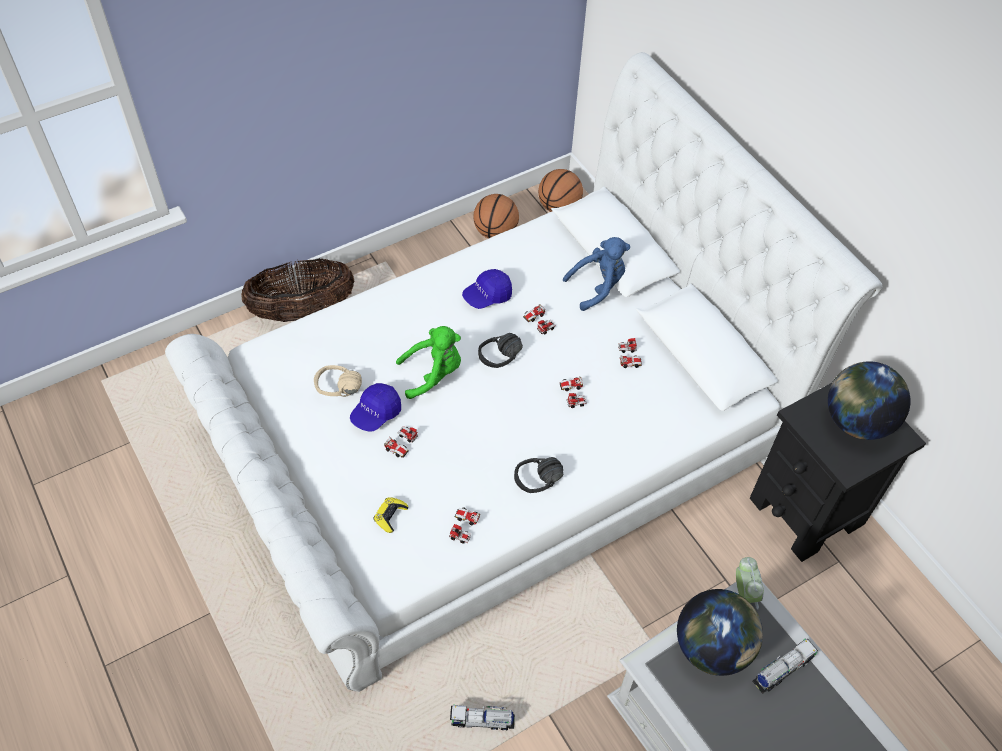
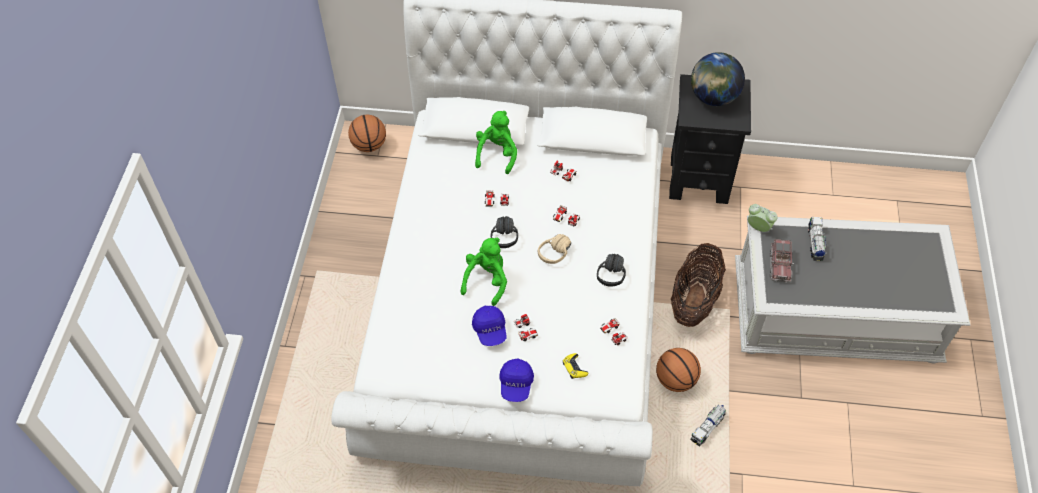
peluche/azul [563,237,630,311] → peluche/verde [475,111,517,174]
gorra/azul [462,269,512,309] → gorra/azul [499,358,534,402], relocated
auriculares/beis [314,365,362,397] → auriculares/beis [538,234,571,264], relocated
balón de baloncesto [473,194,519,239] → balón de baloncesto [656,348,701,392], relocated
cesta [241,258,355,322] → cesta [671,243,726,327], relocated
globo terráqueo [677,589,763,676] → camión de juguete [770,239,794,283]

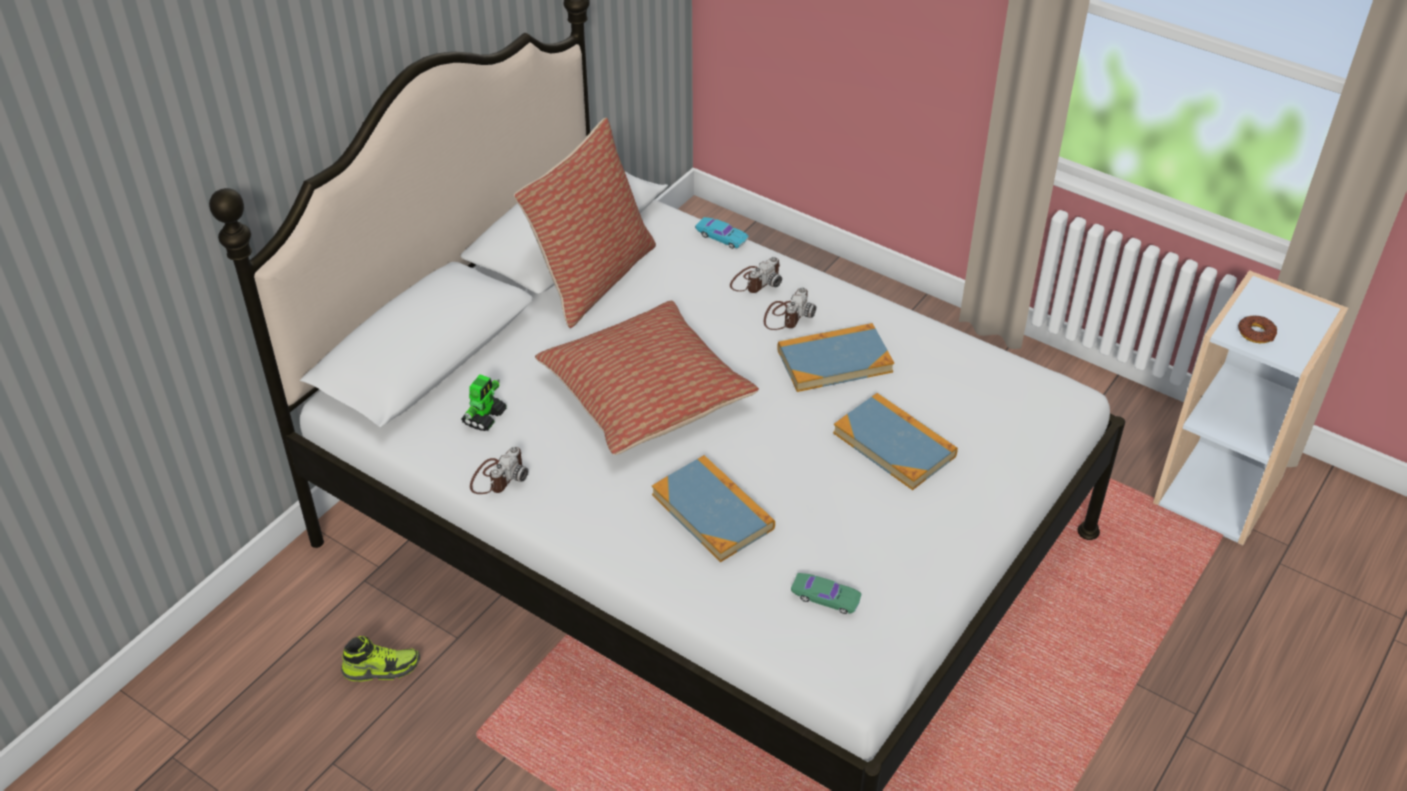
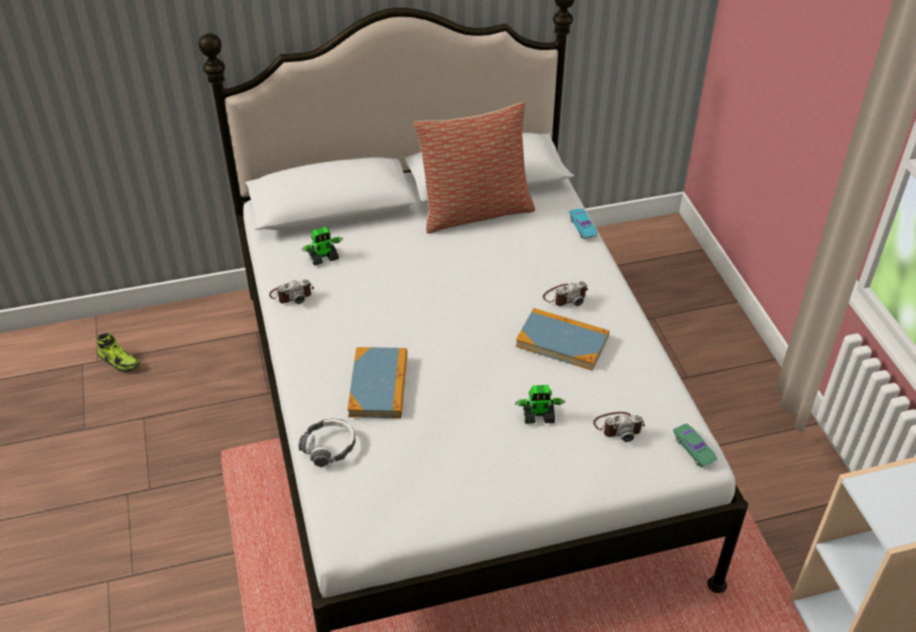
zapato [341,636,420,681] → zapato [97,333,140,373], relocated
- → auriculares [299,418,356,467]
libro [833,393,958,490] → robot de juguete [515,385,565,424]
cámara [730,257,782,293] → cámara [593,412,645,442], relocated
coche de juguete/verde [791,573,861,614] → coche de juguete/verde [673,424,717,467], relocated
cojín [535,301,759,455] → -
rosquilla [1238,315,1277,343] → -

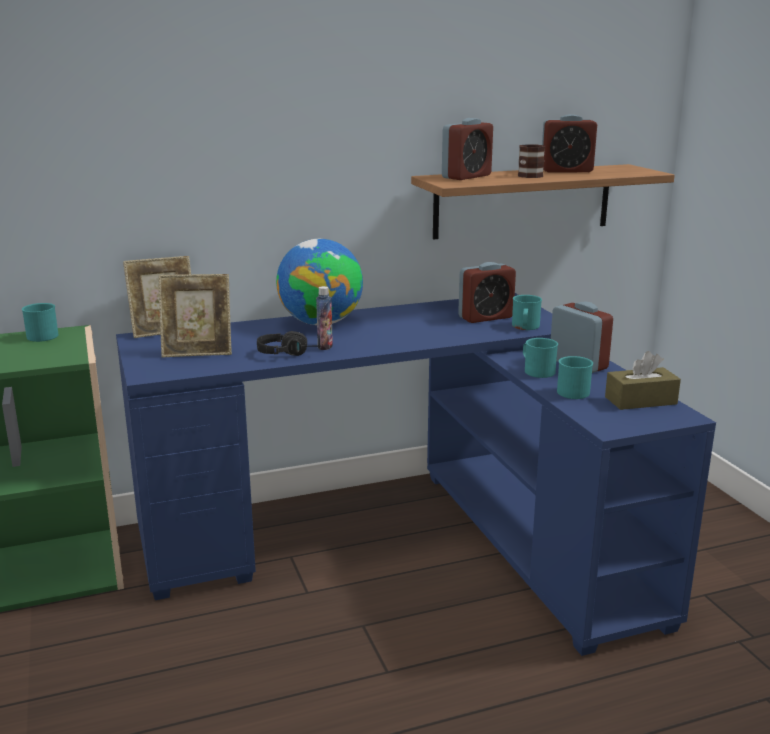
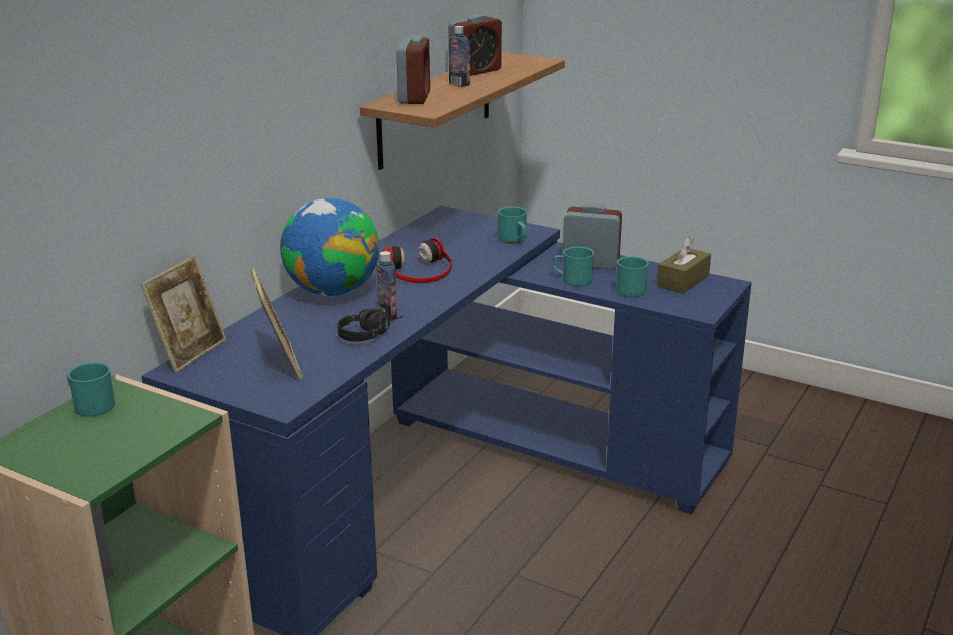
portarretratos [158,274,232,357] → portarretratos [251,267,303,380], 60 degrees counterclockwise
- → auriculares [383,238,452,283]
taza grande [518,144,545,178] → botella [448,26,470,86]
despertador [458,262,516,323] → -

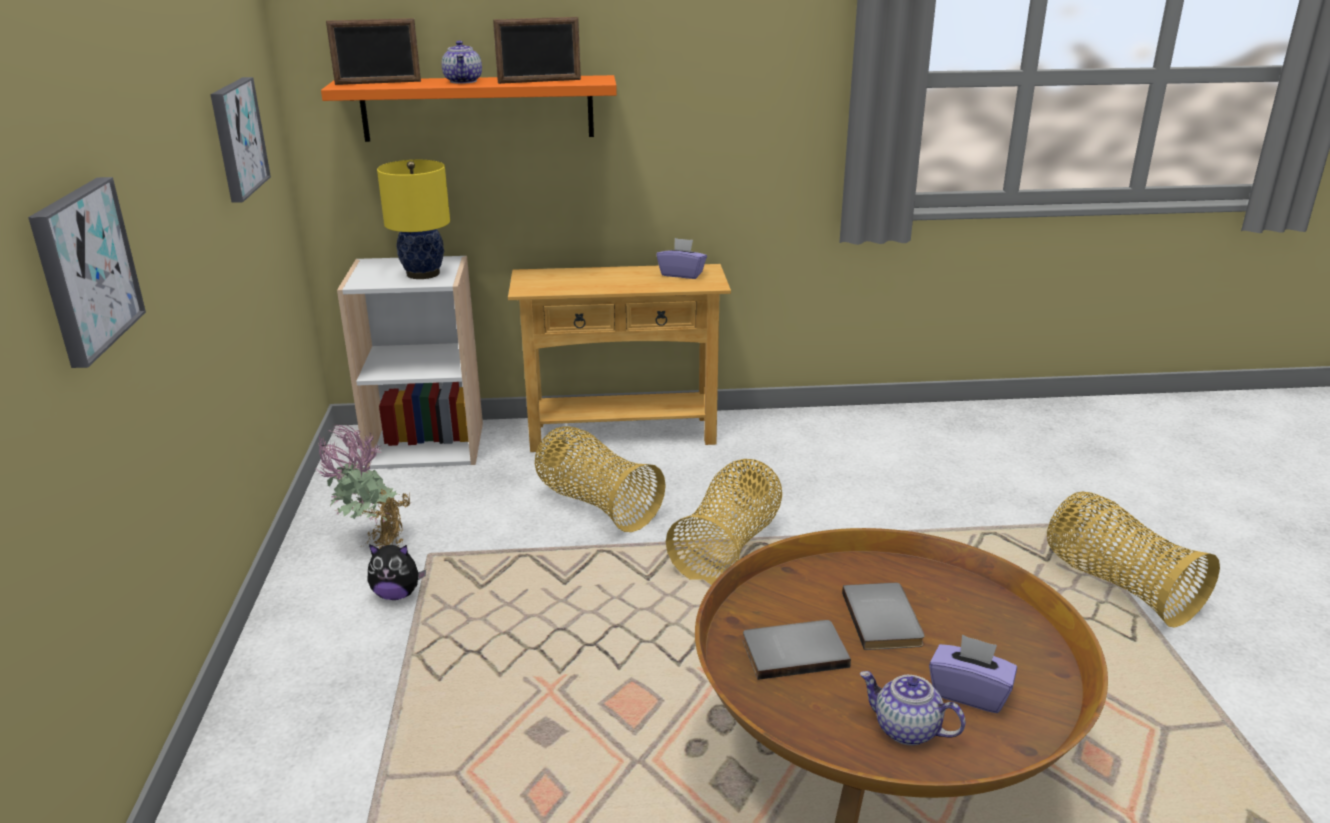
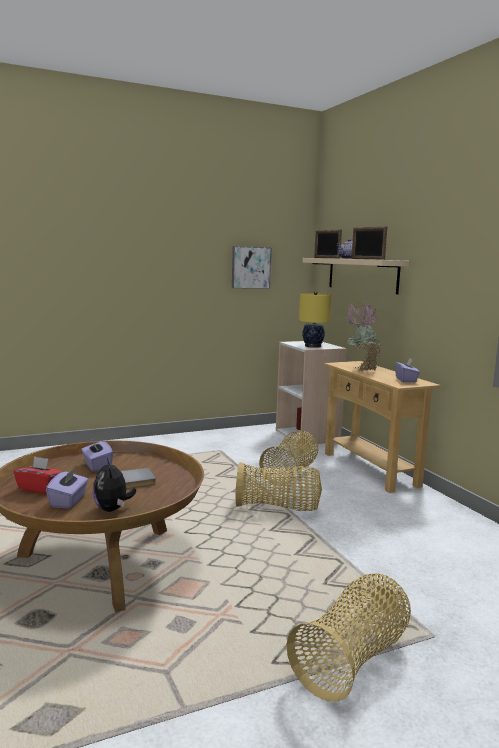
tetera [859,671,966,746] → caja de pañuelos/rojo [14,456,62,494]
libro/gris [743,620,851,680] → caja de pañuelos/morado [81,439,113,472]
peluche [368,544,426,600] → peluche [93,458,136,512], relocated
estante/naranja [321,75,617,142] → estante/beis [303,258,409,294]
planta en maceta [317,424,410,549] → planta en maceta [345,301,381,371], relocated
cuadro [28,177,146,368] → -

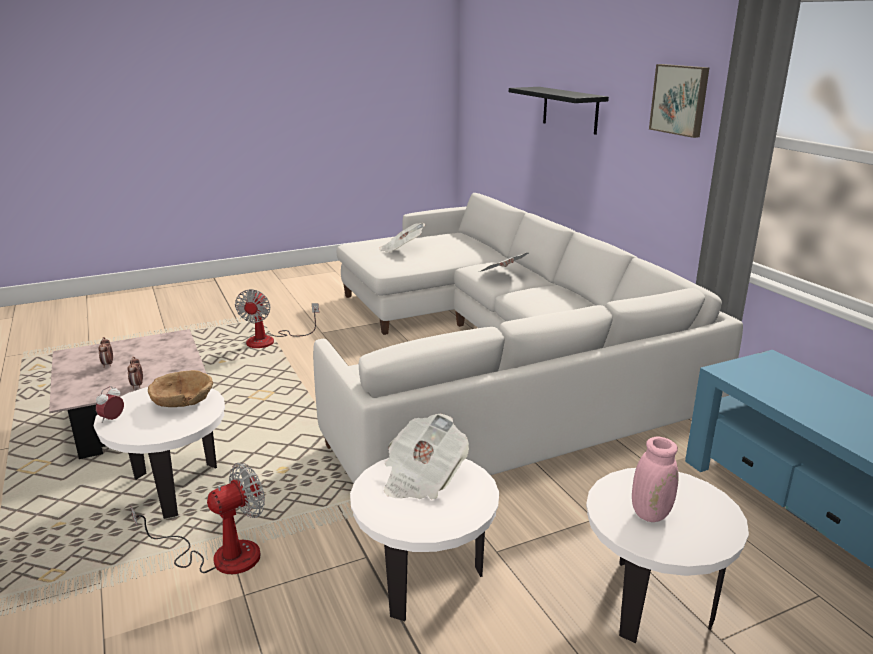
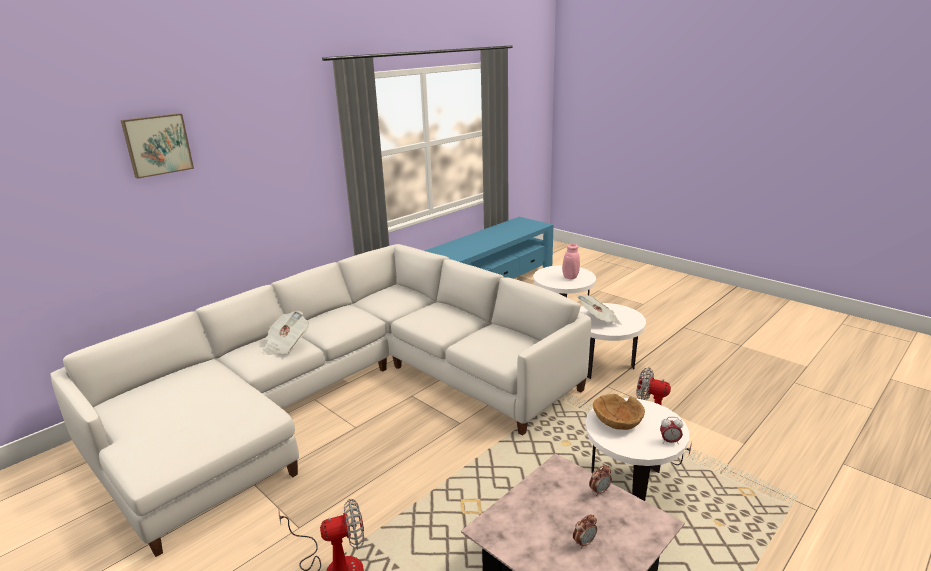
cuadro [649,64,709,138] → cuadro [121,113,194,179], relocated
periódico [379,223,425,253] → -
estante/negro [509,87,609,135] → -

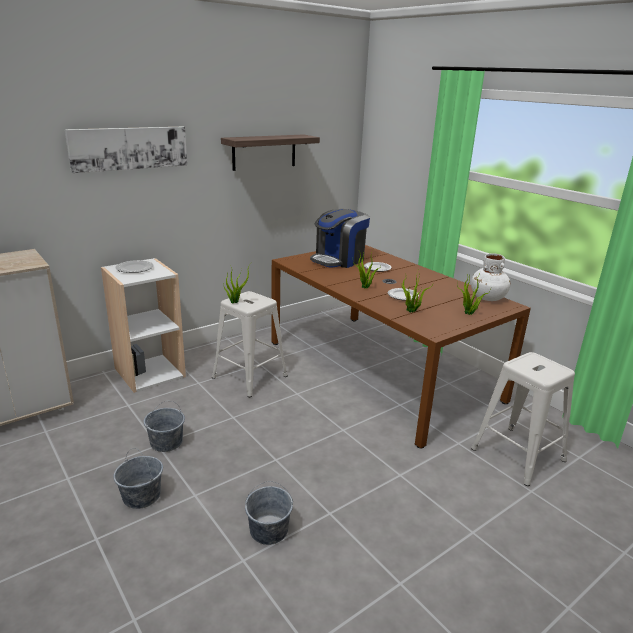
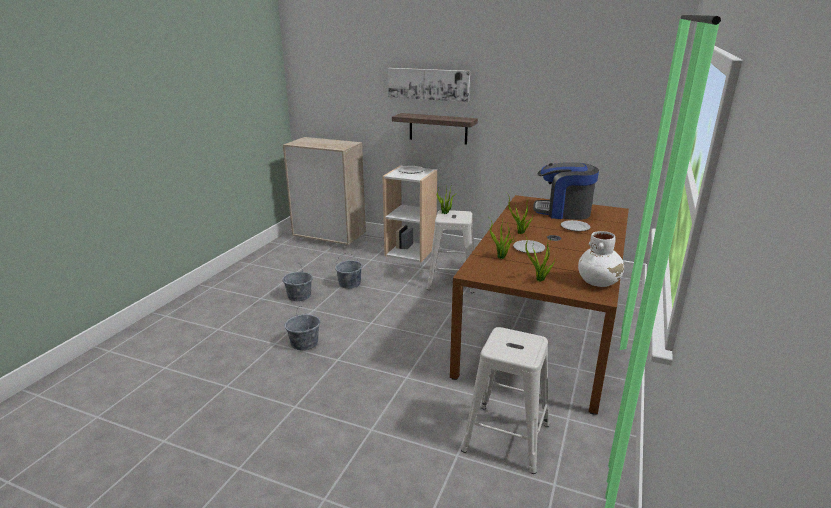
estante [221,134,320,171] → estante [392,113,478,145], relocated

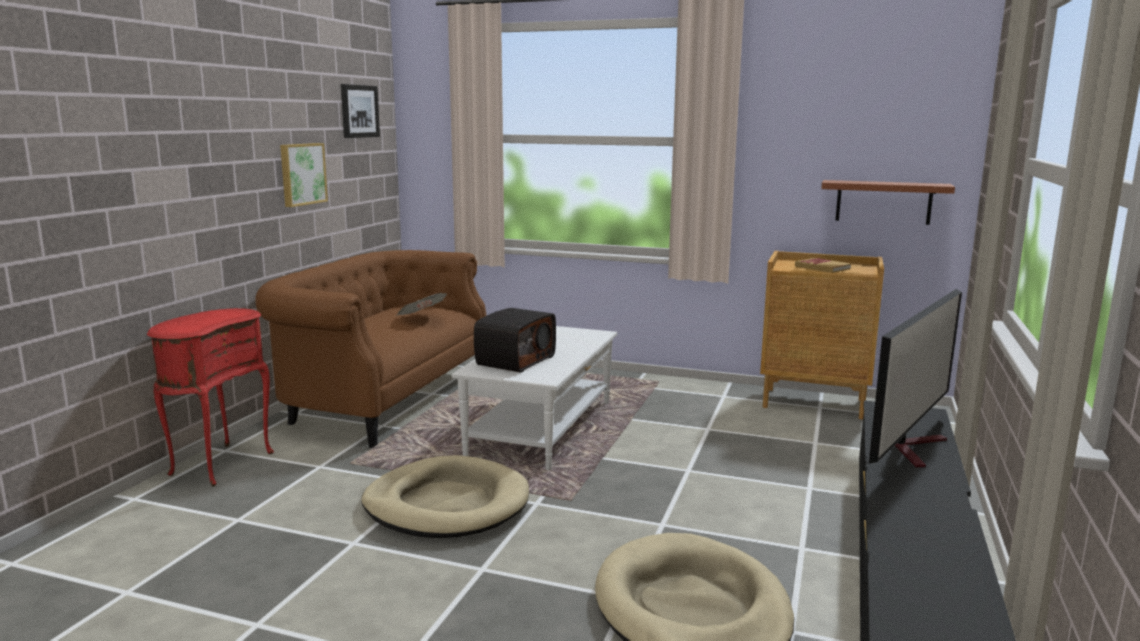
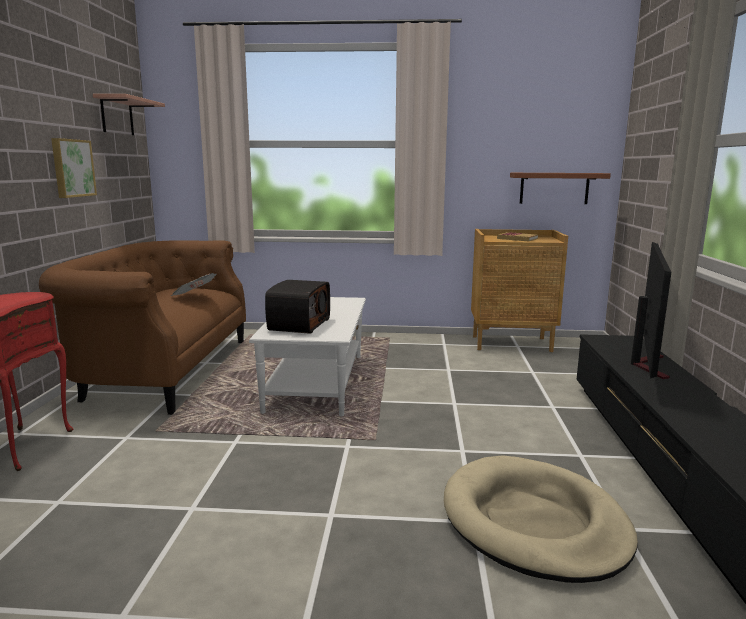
cuadro [341,84,380,138] → estante [93,94,165,135]
cama para perro/beis [361,455,529,538] → -

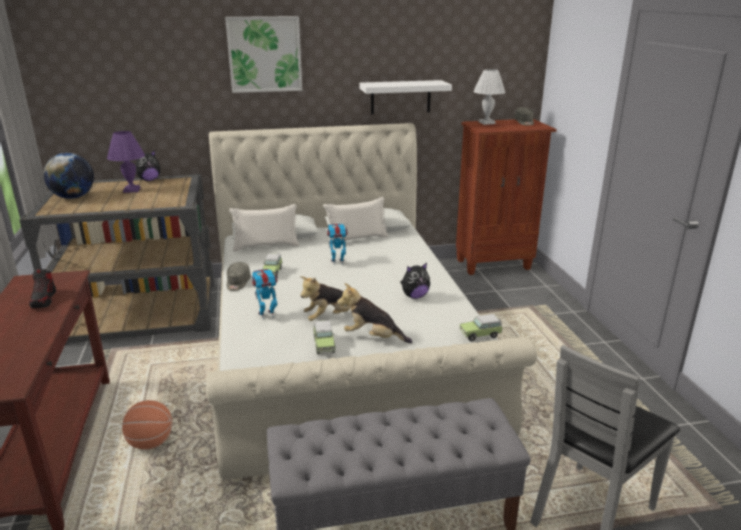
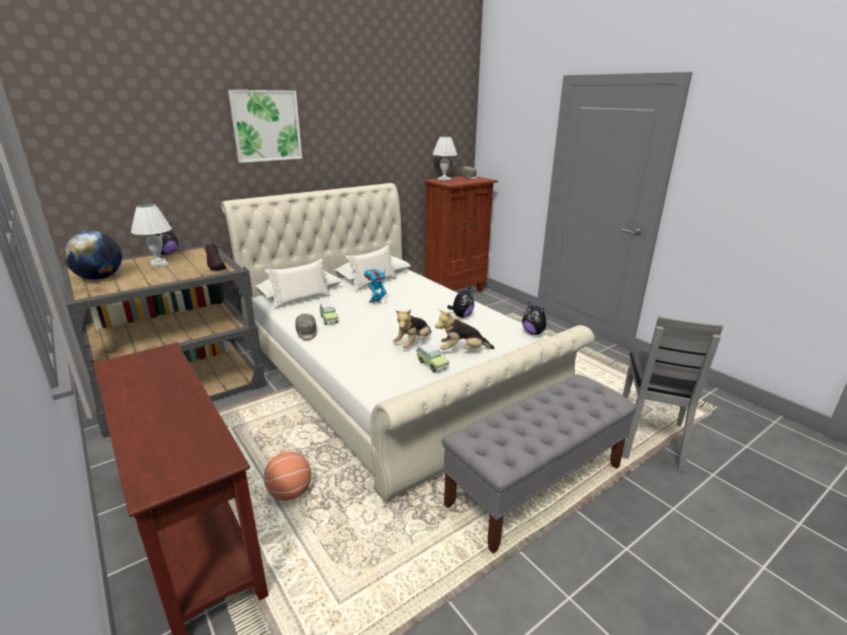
lámpara de mesa/morado [107,131,145,193] → lámpara de mesa/blanco [131,204,172,267]
zapato [29,269,56,308] → zapato [205,243,226,271], relocated
coche de juguete [459,314,502,341] → peluche [522,302,551,335]
robot de juguete [252,269,277,319] → -
estante/blanco [359,80,452,114] → -

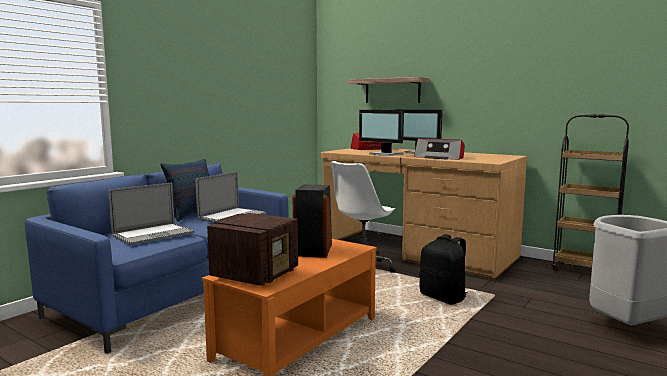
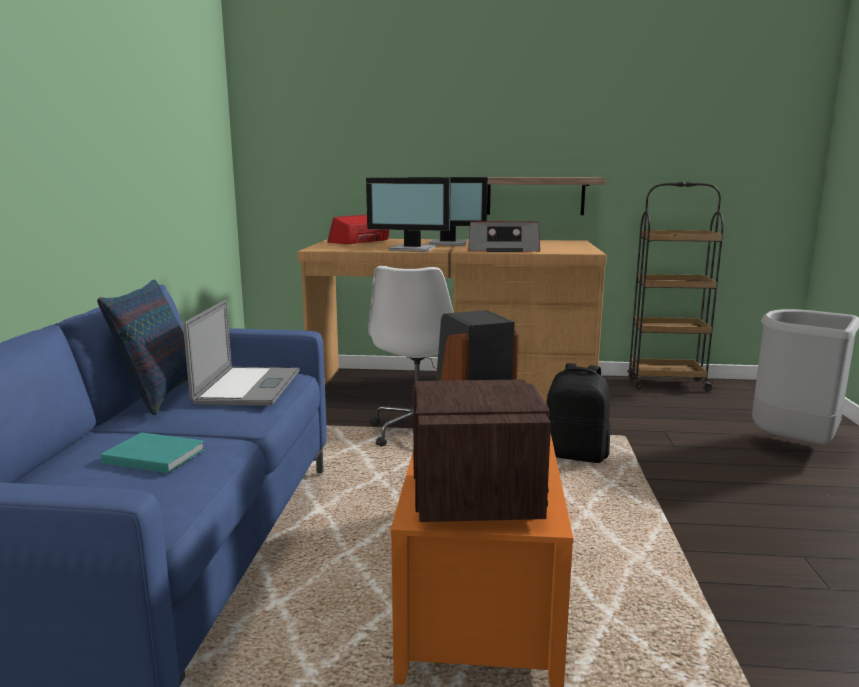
portátil [108,182,194,245] → libro/turquesa [100,432,205,473]
estante [348,77,429,103] → estante [487,177,606,215], relocated

